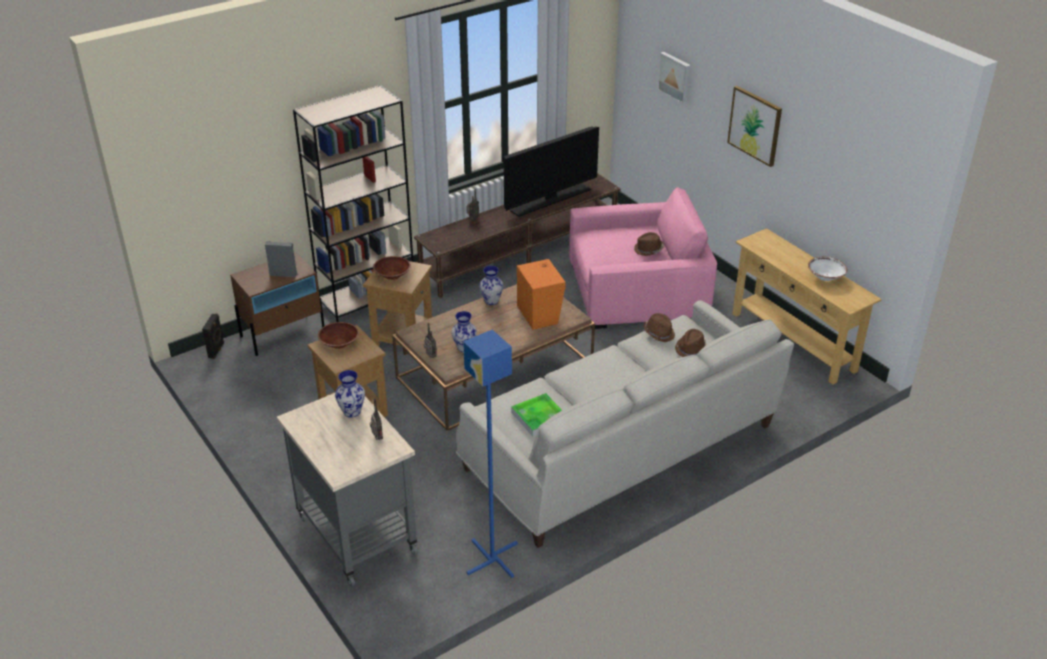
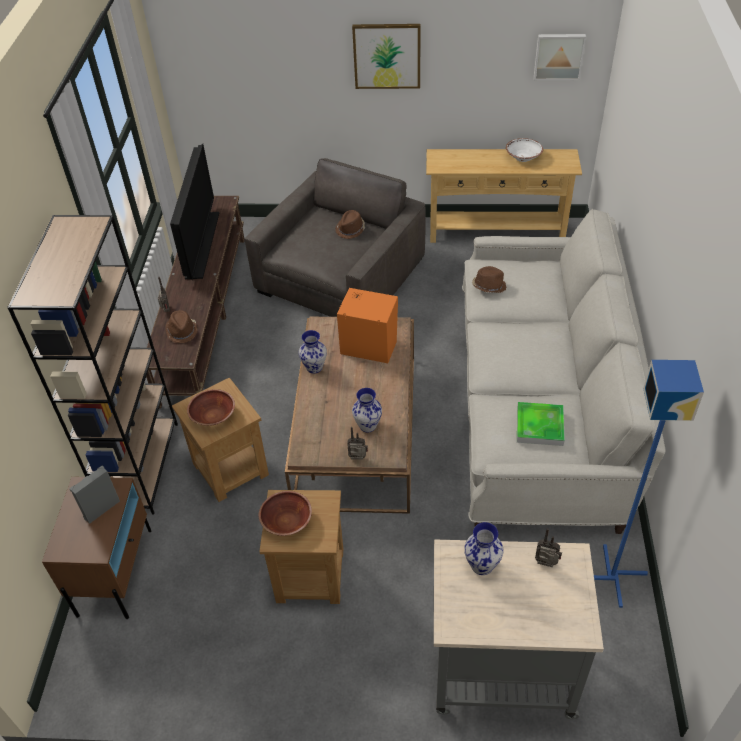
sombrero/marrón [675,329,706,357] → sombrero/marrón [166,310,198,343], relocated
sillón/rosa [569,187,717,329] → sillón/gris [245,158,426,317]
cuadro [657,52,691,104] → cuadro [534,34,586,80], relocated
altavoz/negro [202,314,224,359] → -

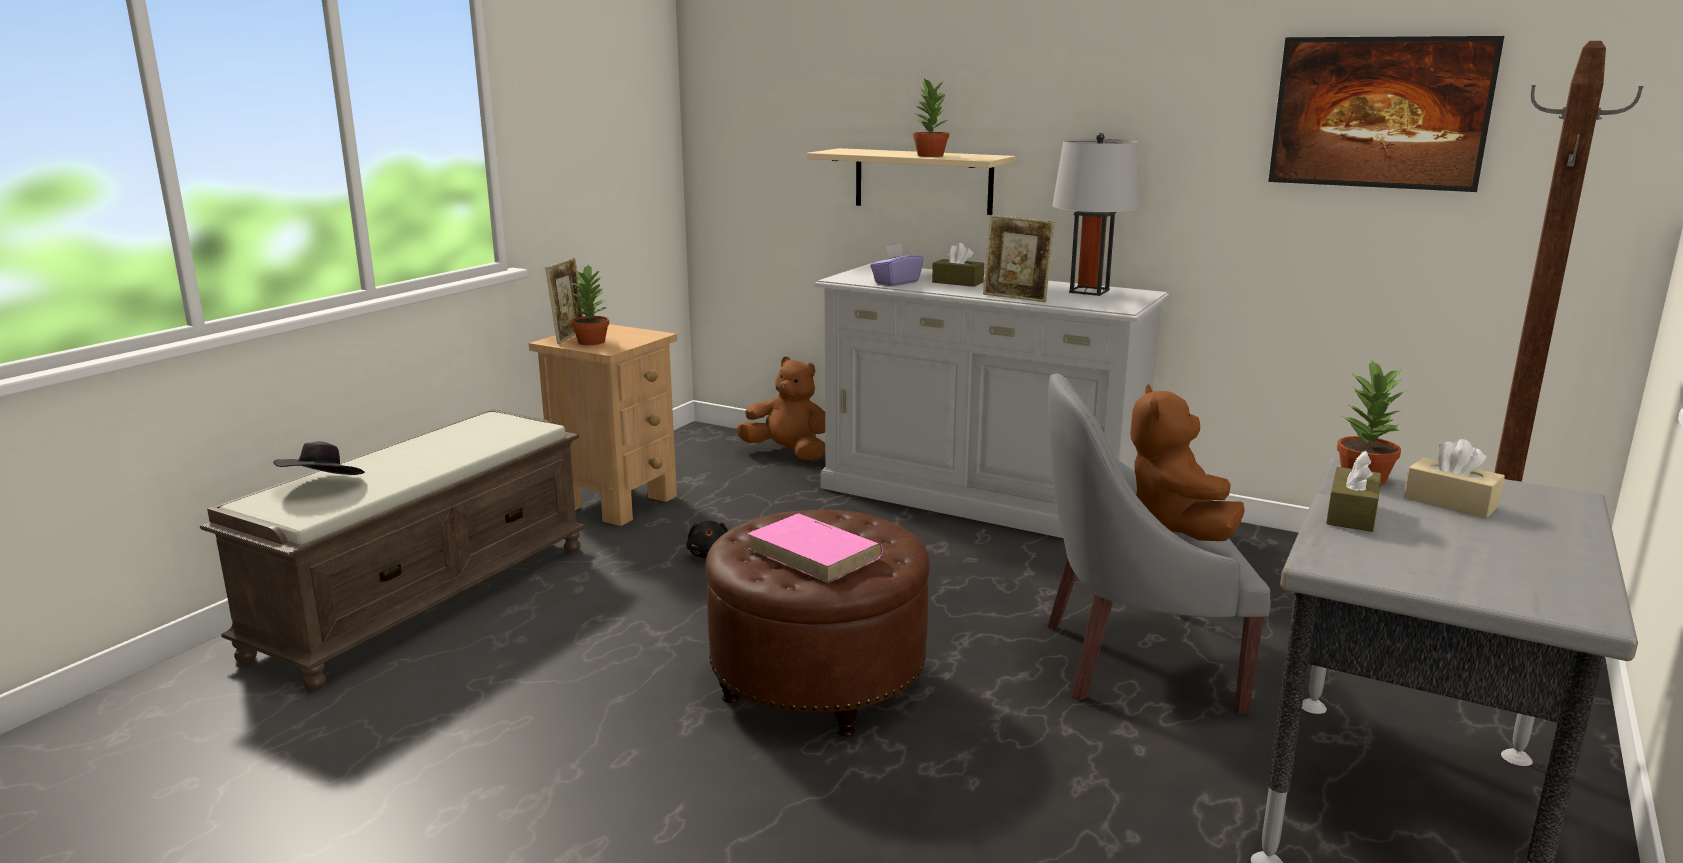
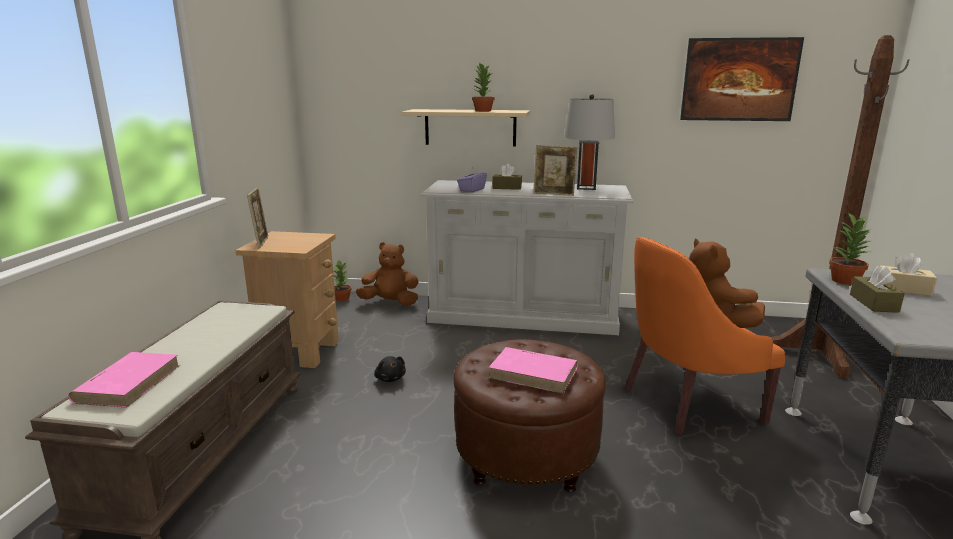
sombrero/negro [273,441,365,475] → libro/rosa [68,352,180,408]
planta en maceta [569,264,609,345] → planta en maceta [333,260,351,301], relocated
sillón/gris [1047,373,1270,714] → sillón/naranja [625,237,785,435]

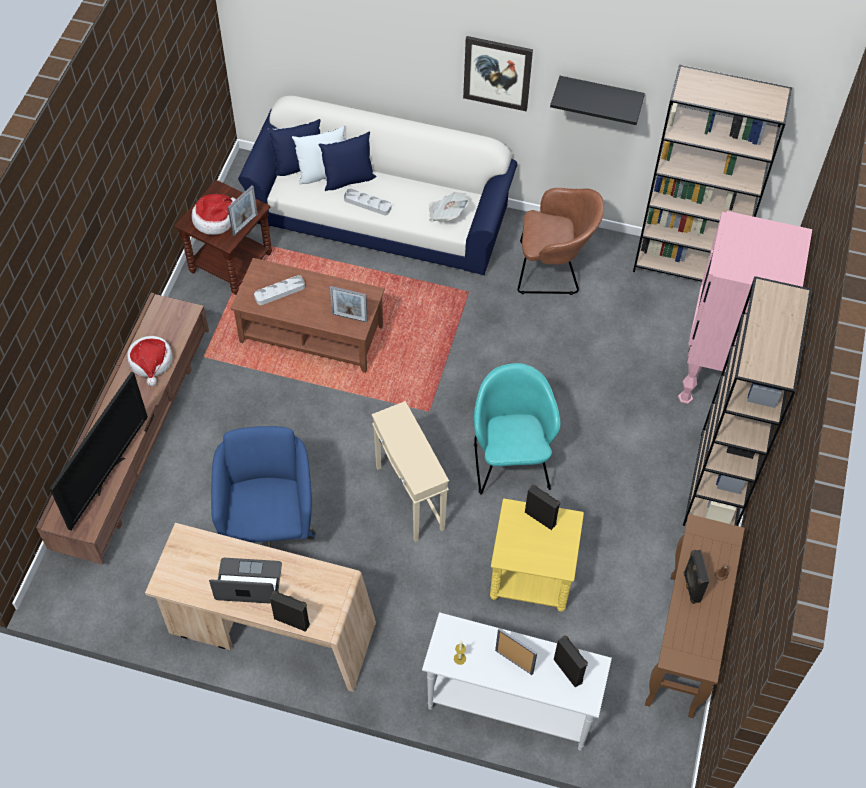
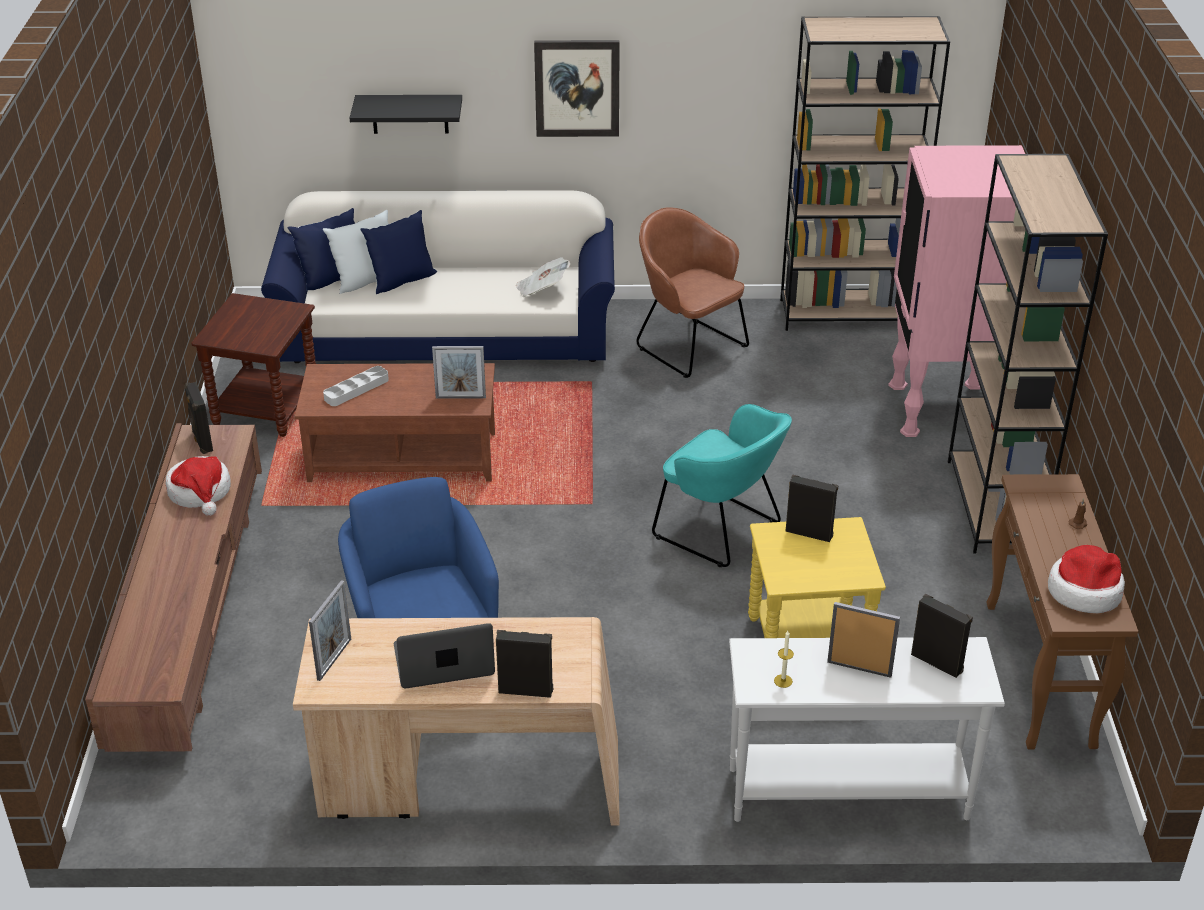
altavoz/negro [683,550,709,604] → altavoz/negro [184,382,213,454], relocated
portarretratos [228,185,258,236] → portarretratos [309,580,351,681], relocated
estante/negro [550,76,645,125] → estante/negro [350,95,462,134], relocated
sillón/marrón [518,188,604,295] → sillón/marrón [637,207,749,378], 120 degrees counterclockwise
sillón/turquesa [474,363,561,495] → sillón/turquesa [652,404,792,567], 150 degrees clockwise
sombrero [192,194,236,235] → sombrero [1048,545,1125,613], relocated
televisor [50,372,148,531] → -
bandeja/gris [344,188,391,215] → -
mesa auxiliar/beis [372,401,449,542] → -

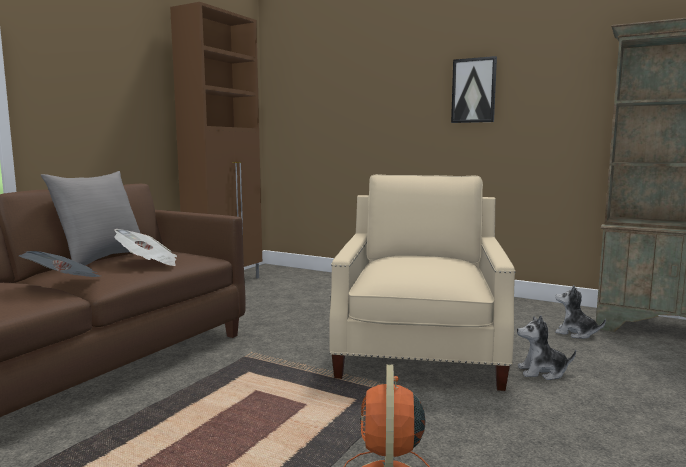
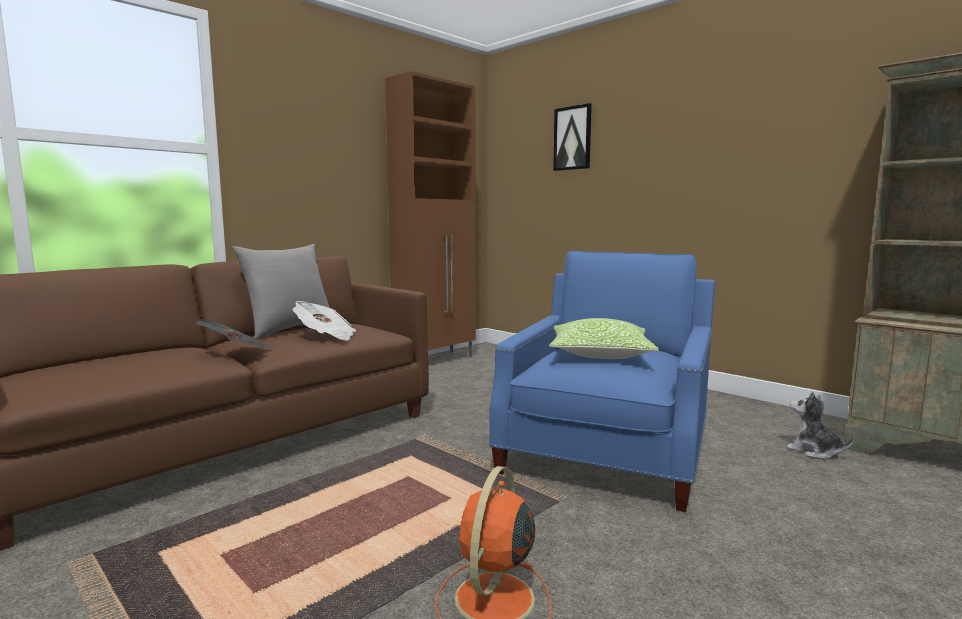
sillón/beis [329,174,516,391] → sillón/azul [489,251,715,512]
- → cojín [549,318,659,359]
cuadro [451,56,497,123] → cuadro [553,103,592,171], relocated
peluche [517,315,576,380] → -

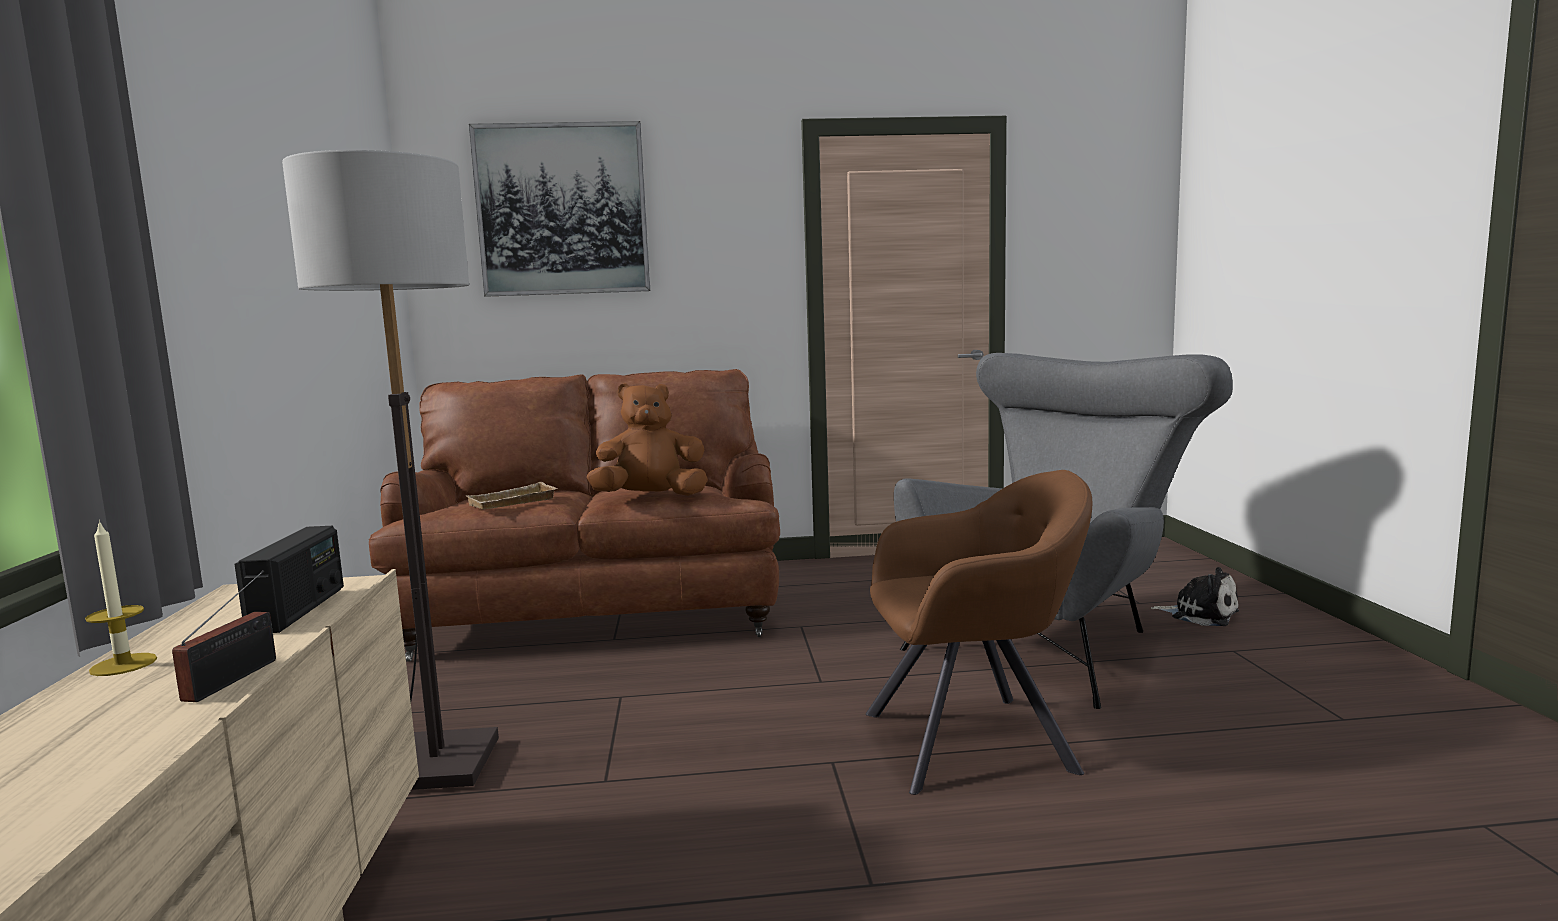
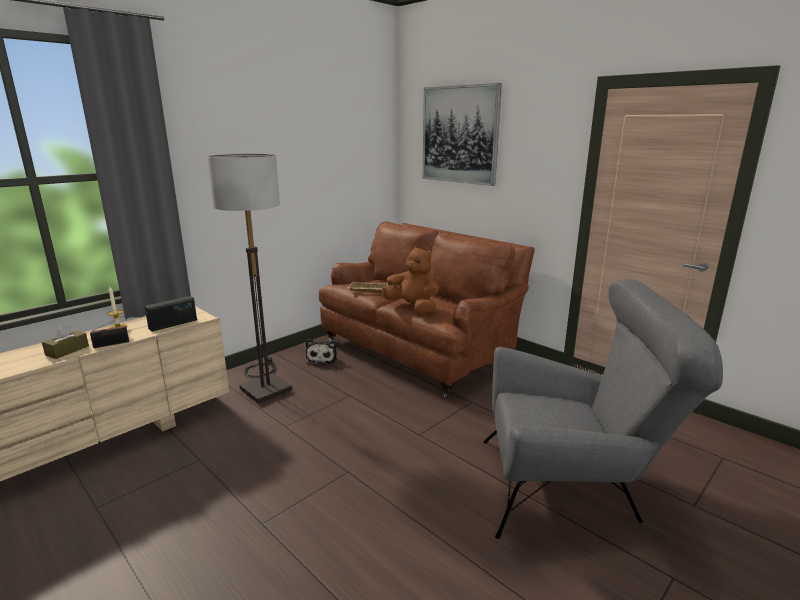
- → caja de pañuelos/marrón [42,325,89,359]
peluche [1151,567,1239,626] → peluche [306,339,337,364], relocated
sillón/marrón [866,470,1093,795] → -

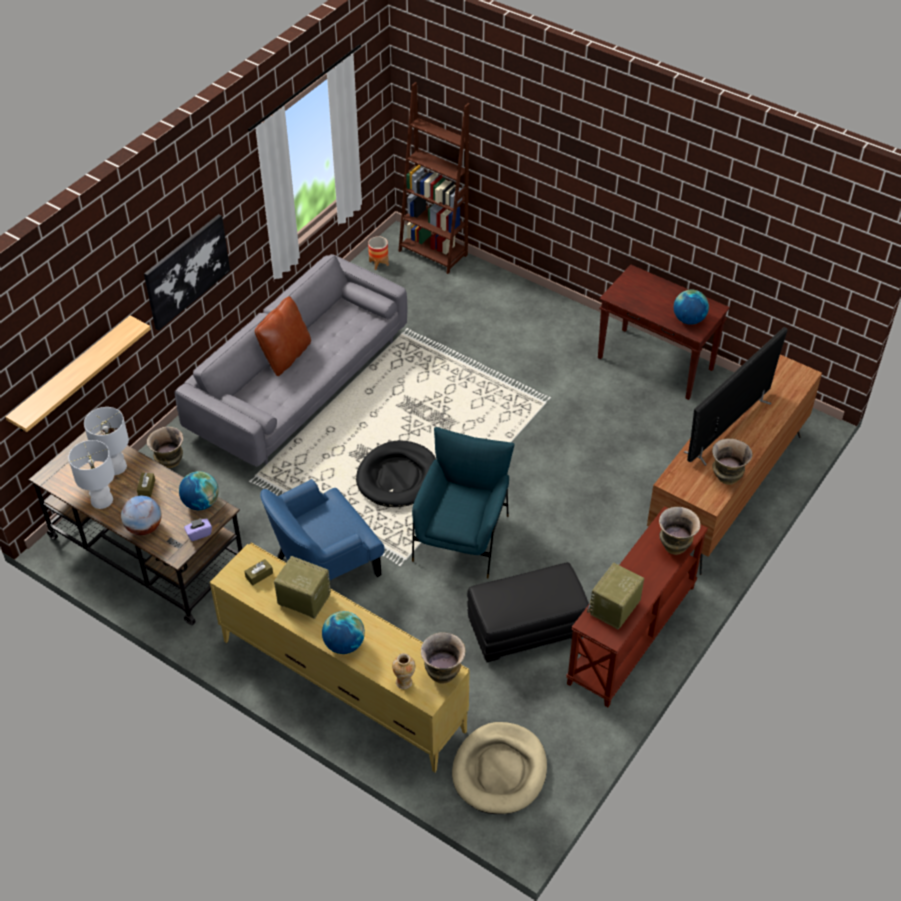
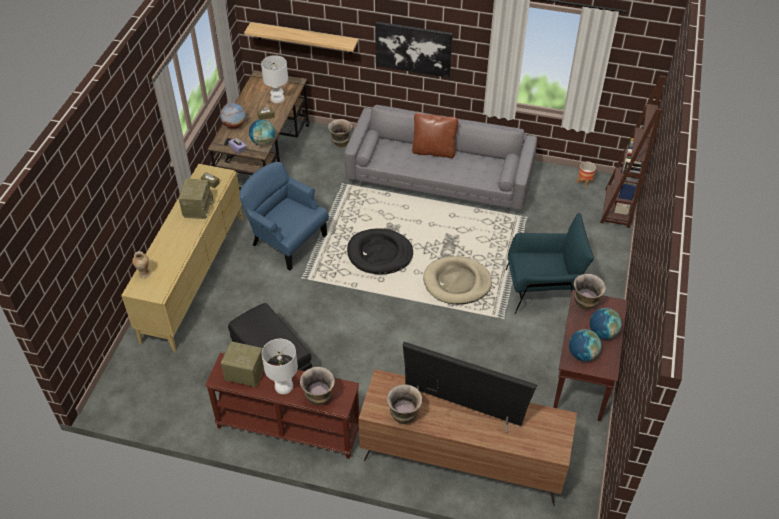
lámpara de mesa/blanco [68,440,115,509] → lámpara de mesa/blanco [262,339,298,394], relocated
cama para perro/beis [452,722,547,814] → cama para perro/beis [423,256,492,304], relocated
sillón/azul [412,427,515,579] → sillón/azul [506,213,594,314], relocated
florero [421,633,465,684] → florero [574,274,606,310], relocated
globo terráqueo [322,611,365,654] → globo terráqueo [590,308,622,339], relocated

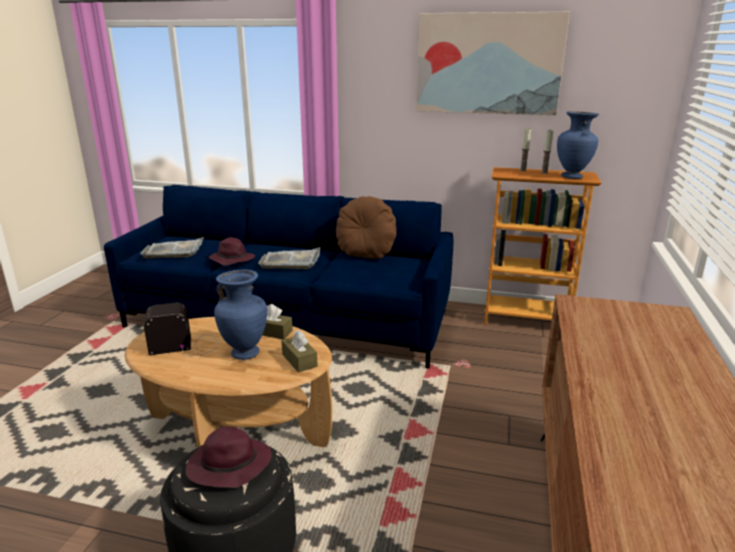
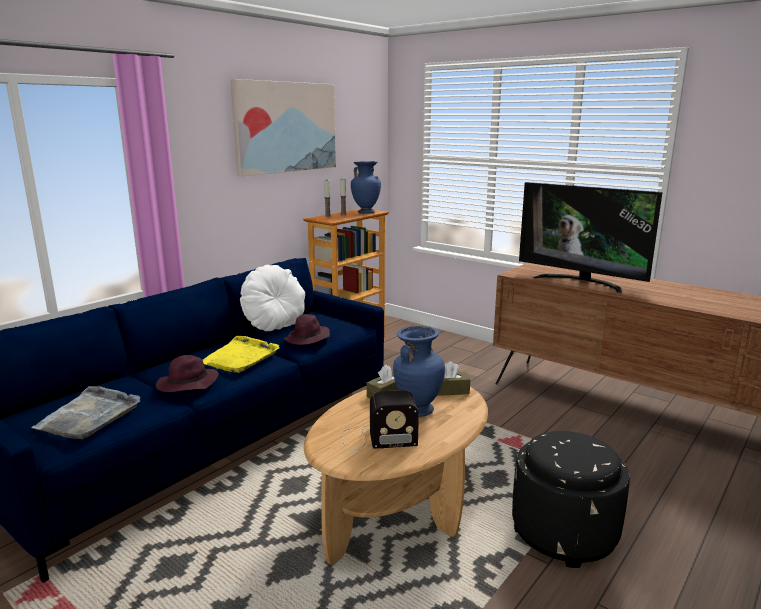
bandeja/gris [258,247,321,269] → bandeja/amarillo [203,336,280,373]
cojín/marrón [336,196,397,259] → cojín/blanco [240,265,305,331]
sombrero/morado [185,426,272,488] → sombrero/morado [284,314,330,345], relocated
radio [144,303,217,359] → radio [342,390,419,451], 105 degrees counterclockwise
- → televisor [519,182,663,293]

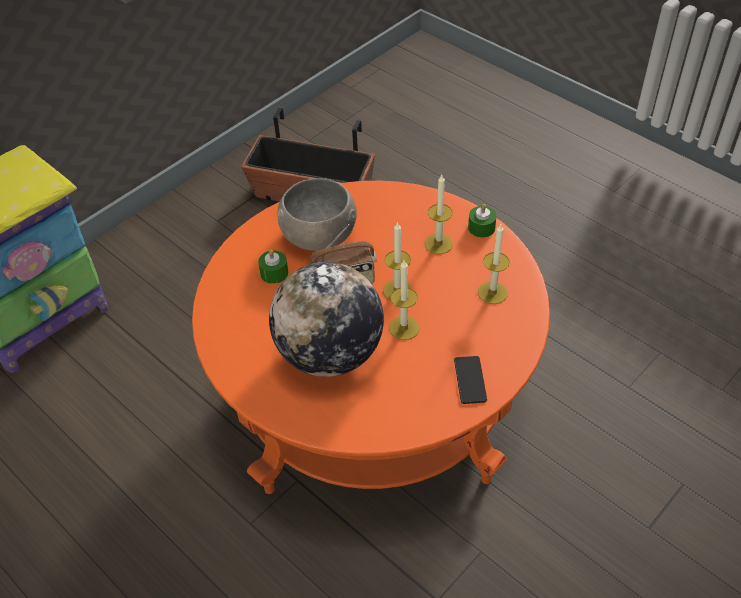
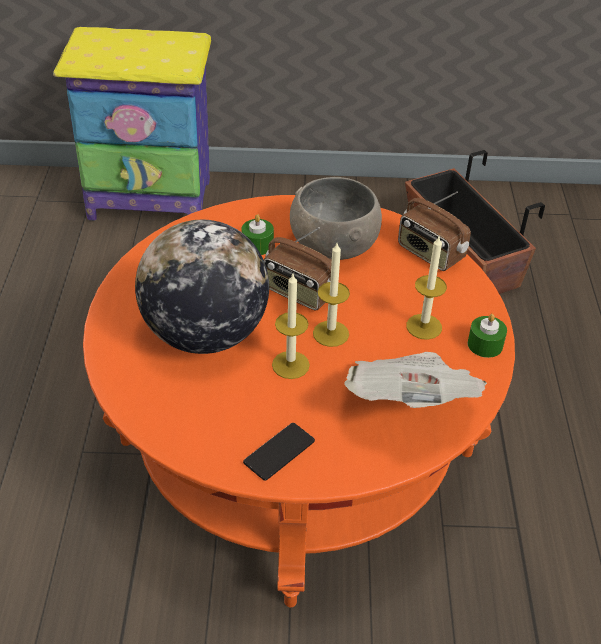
vela [478,223,510,304] → periódico [344,352,487,408]
- → radio [398,191,471,271]

